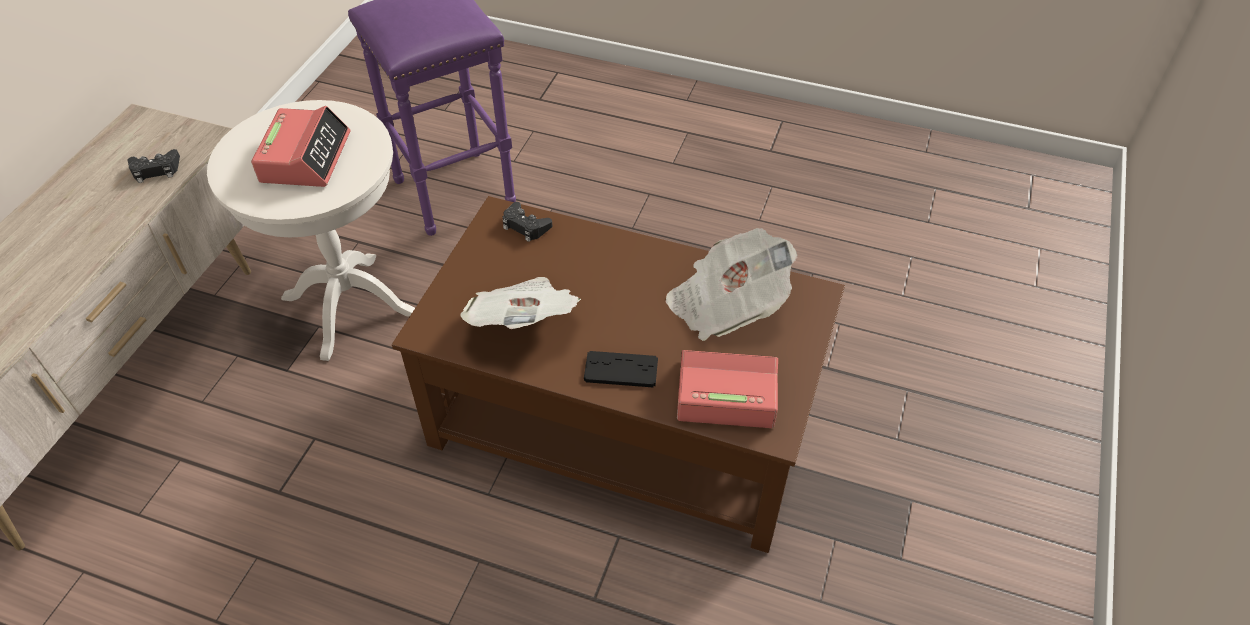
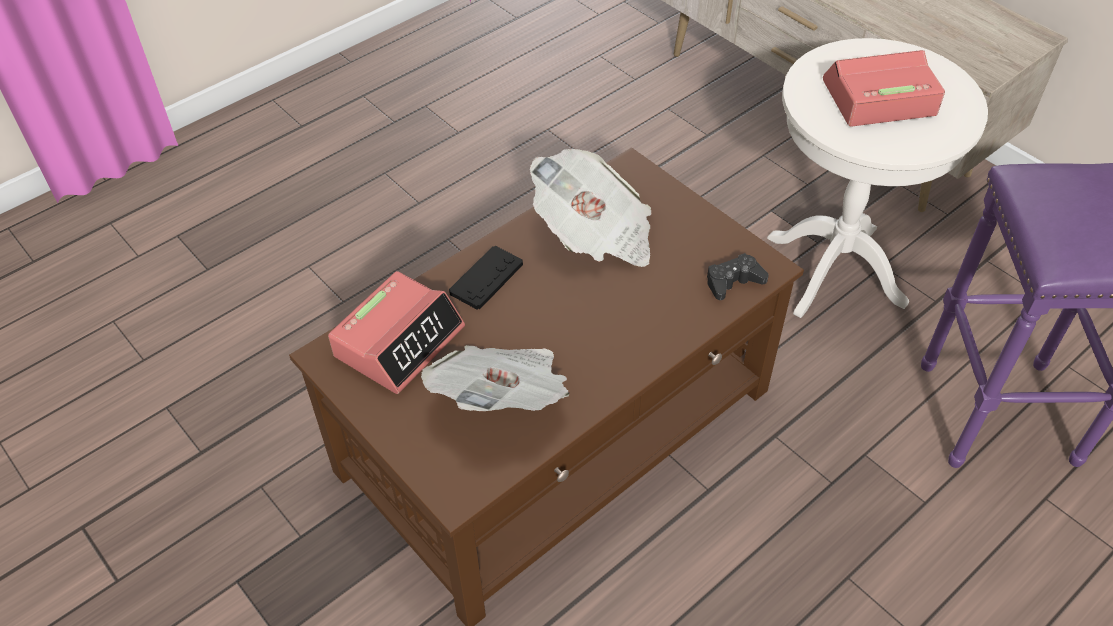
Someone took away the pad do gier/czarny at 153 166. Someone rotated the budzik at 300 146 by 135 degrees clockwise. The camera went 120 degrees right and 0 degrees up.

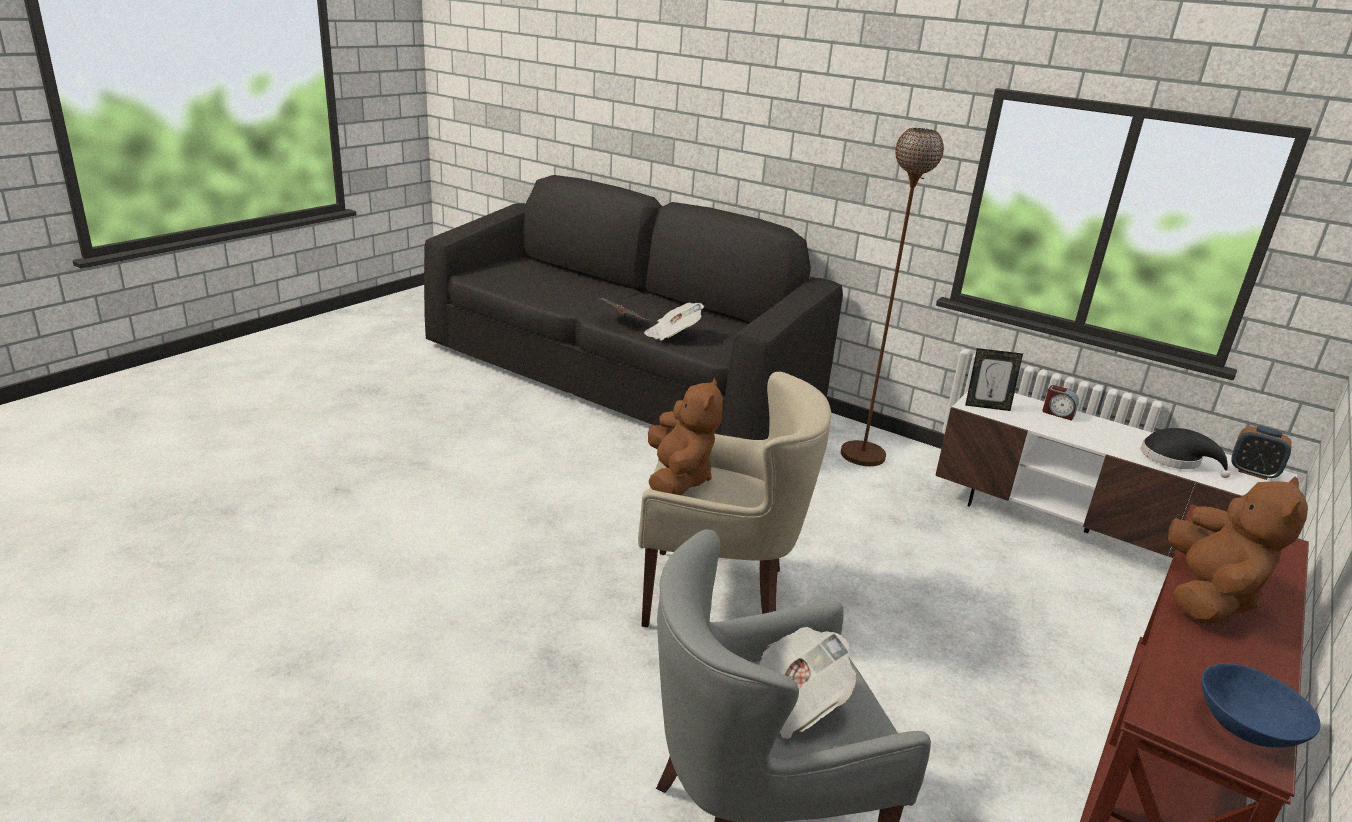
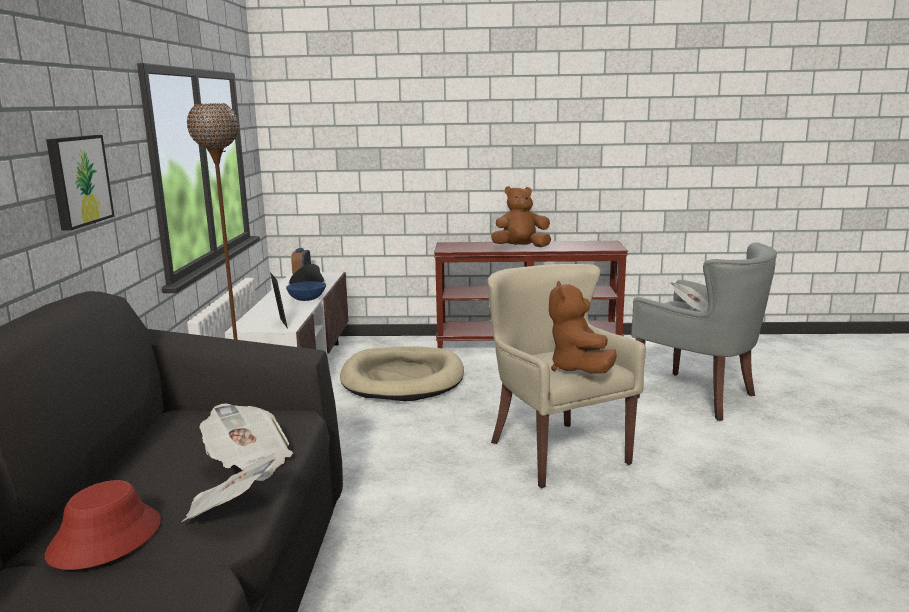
Someone took away the budzik at 1060 403. Someone put down the kapelusz/czerwony at 103 525. Someone put up the obraz at 80 183. Someone put down the legowisko/beżowy at 402 373. Someone carried the miska/niebieski from 1261 705 to 306 291. Someone rotated the pluszak/brązowy at 685 436 by 60 degrees counterclockwise. The camera went 120 degrees left and 10 degrees down.

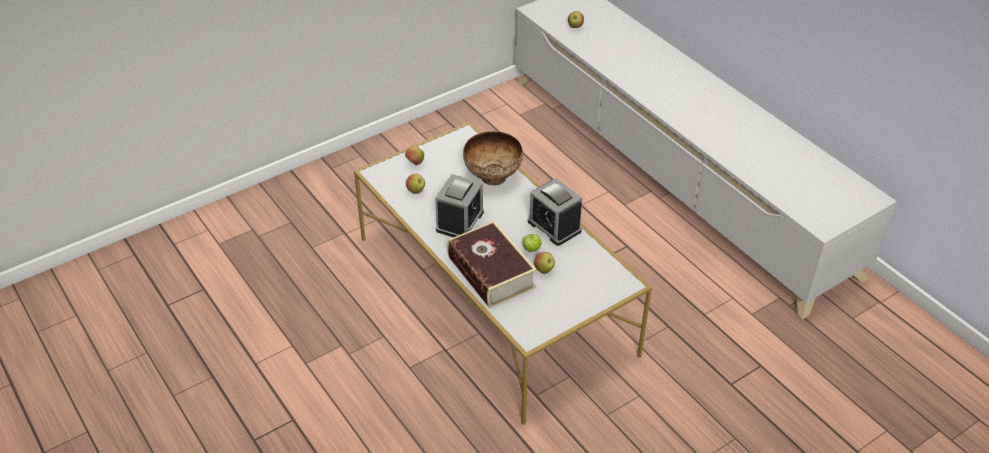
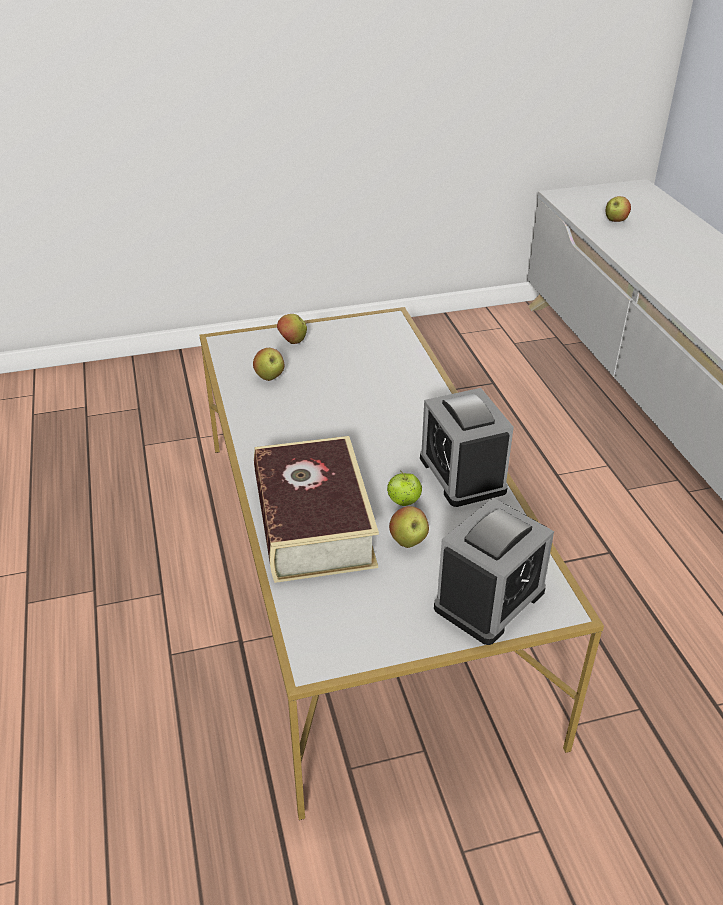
Someone took away the miska at 493 158. Someone carried the budzik from 459 205 to 494 571. The camera went 20 degrees right and 5 degrees down.

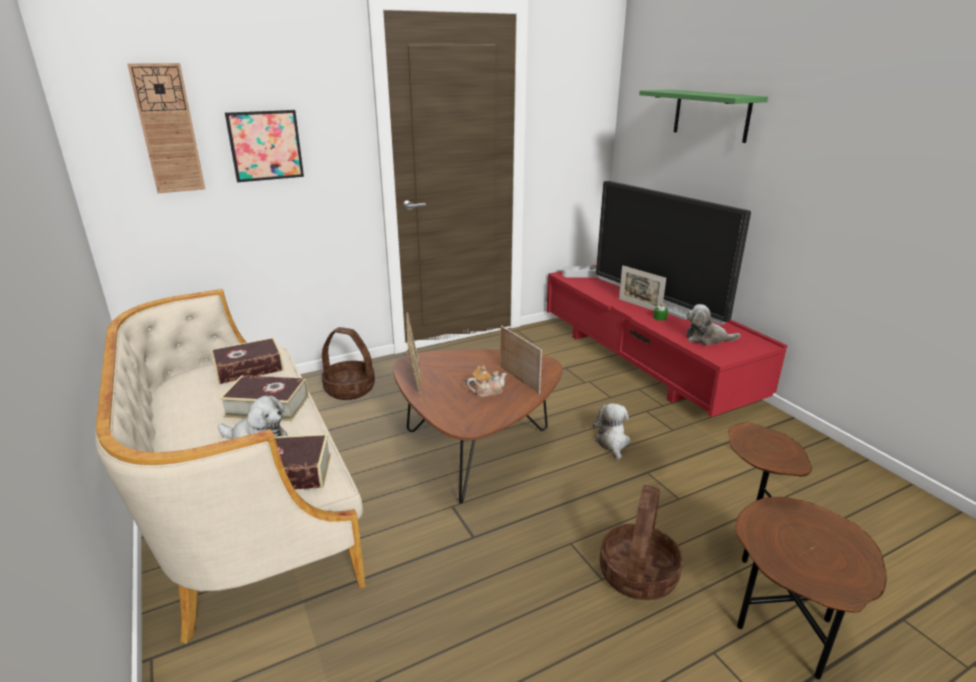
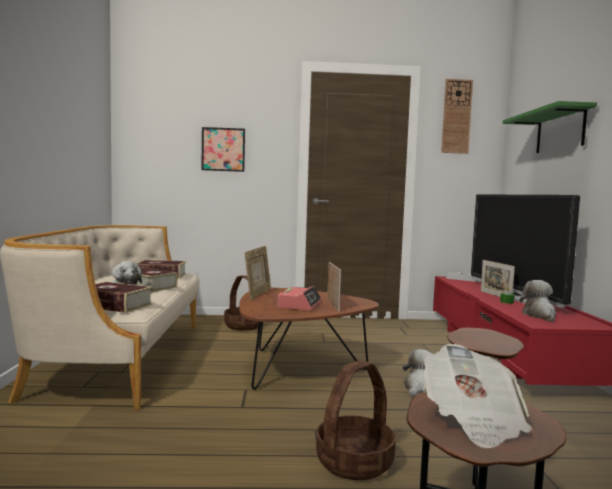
Someone put down the gazeta at 477 396. Someone carried the zegar ścienny from 166 128 to 457 116. Someone swapped the imbryk at 487 381 for the budzik at 300 298. Someone rotated the pluszak at 713 324 by 60 degrees clockwise. The camera went 25 degrees right and 20 degrees down.

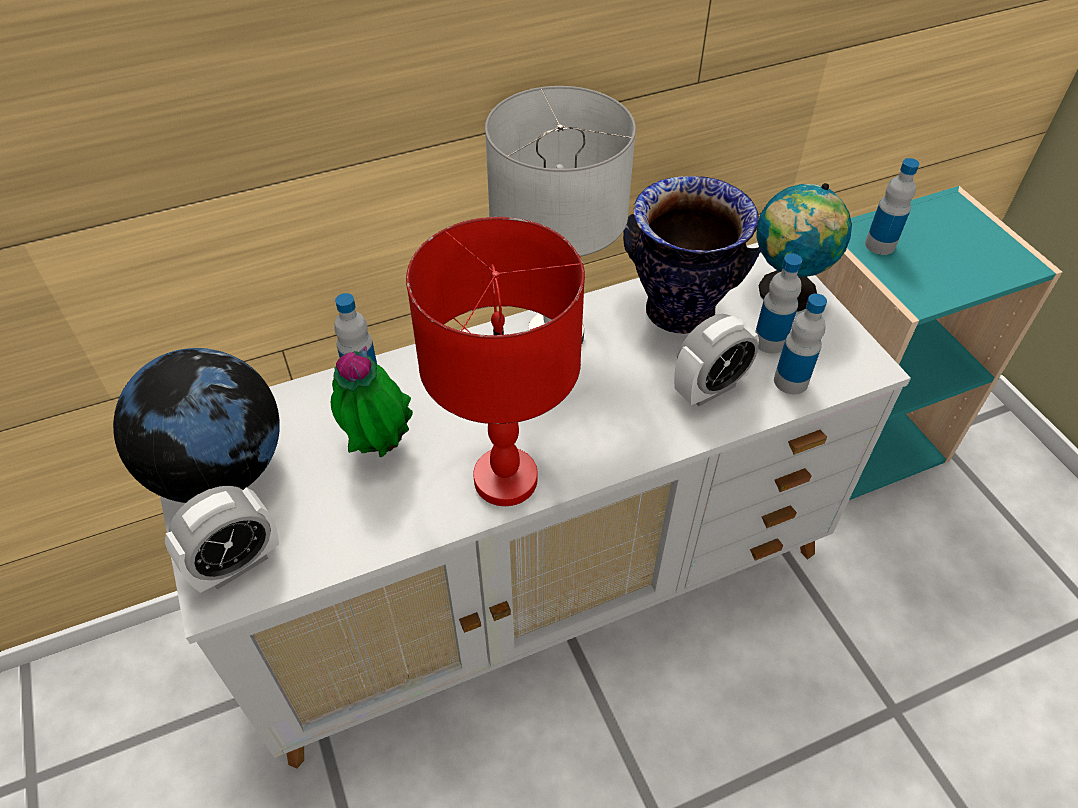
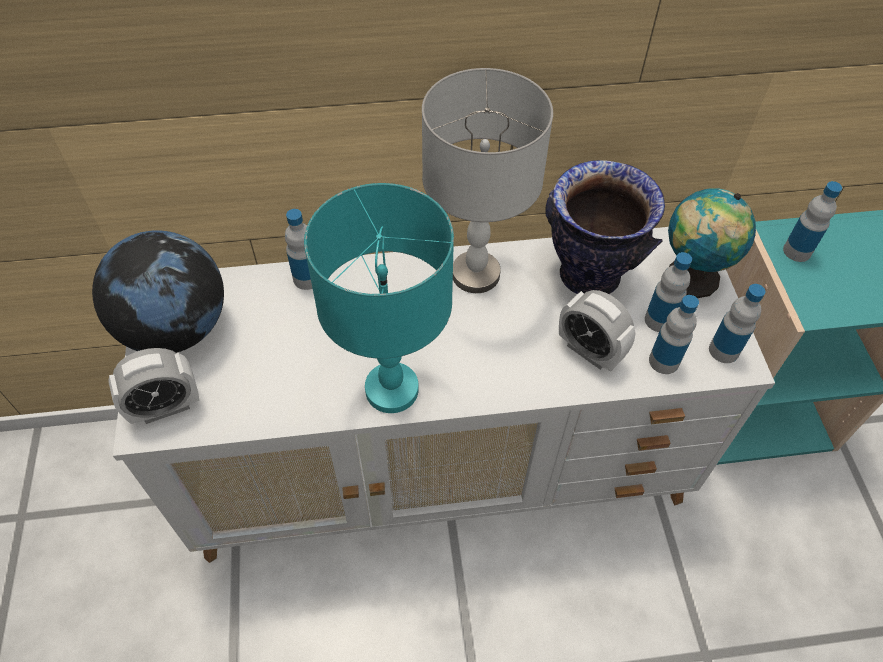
Someone took away the roślina doniczkowa at 372 401. Someone put down the butelka at 737 323. Someone repainted the lampa stołowa/czerwony at 495 361, which became the lampa stołowa/turkusowy at 379 298. Someone rotated the budzik at 716 360 by 60 degrees clockwise. The camera went 15 degrees right and 5 degrees up.

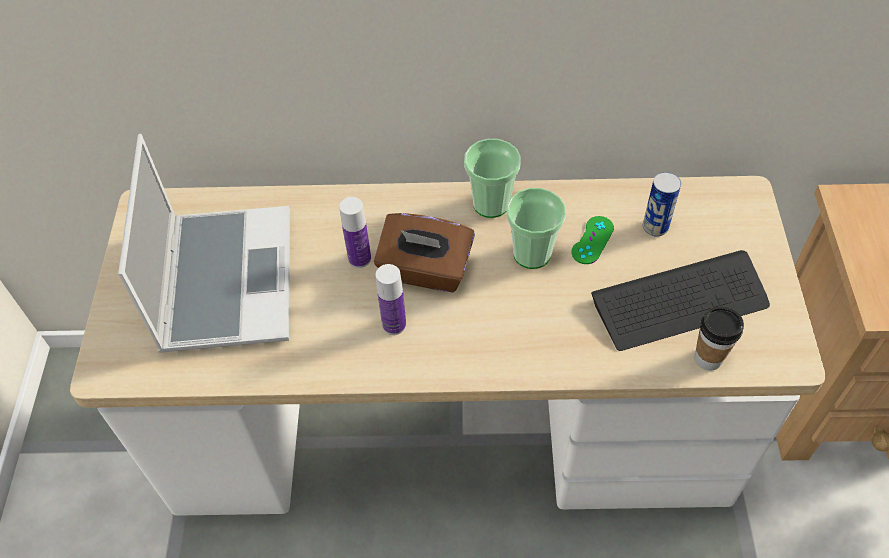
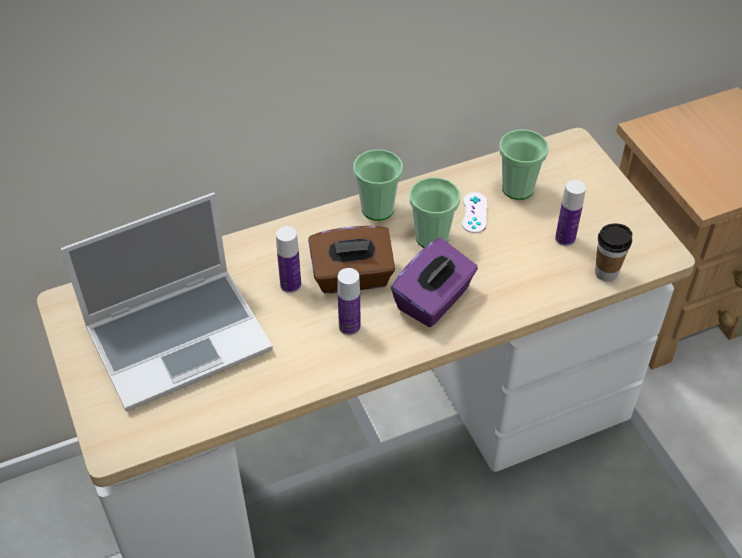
Someone put down the pudełko chusteczek/fioletowy at 434 282. Someone swapped the klawiatura at 680 300 for the butelka at 570 213. Someone swapped the puszka at 662 204 for the filiżanka at 524 165. Someone repainted the pad do gier/zielony at 592 240, which became the pad do gier/biały at 474 212. Someone rotated the laptop at 204 243 by 90 degrees clockwise. The camera went 25 degrees left and 5 degrees down.

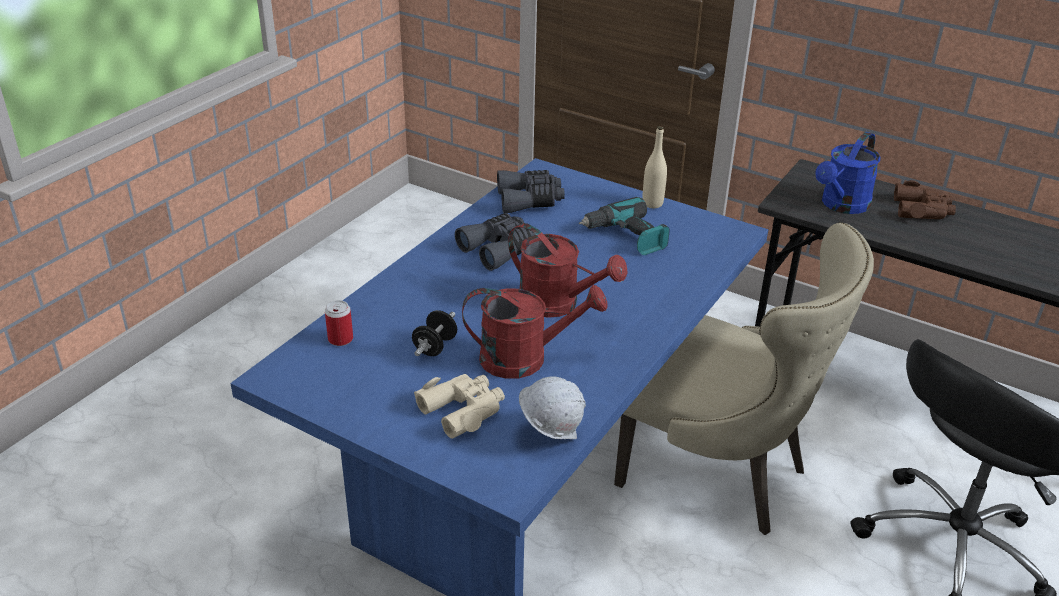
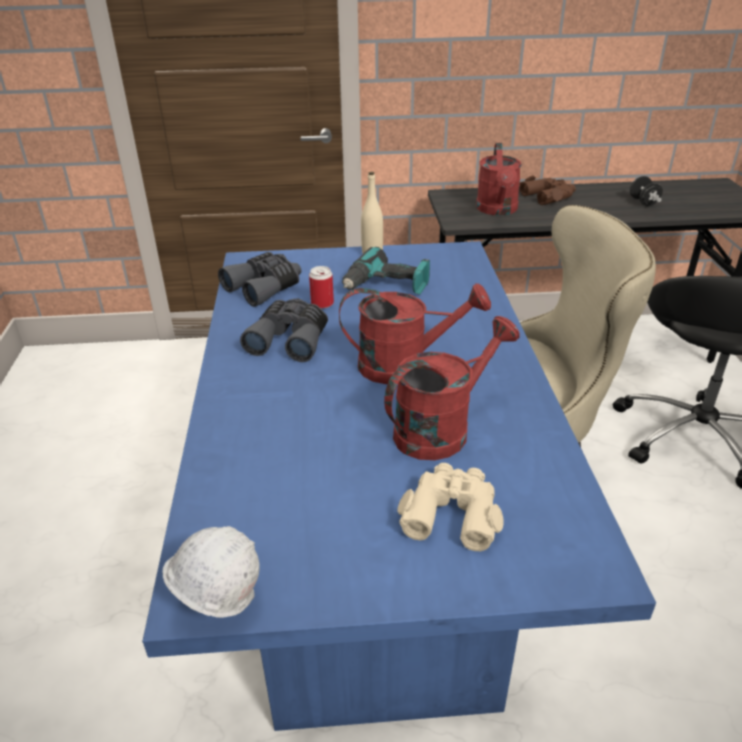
Someone carried the puszka from 339 323 to 321 287. Someone carried the hantel/czarny from 434 333 to 646 191. Someone carried the kask/biały from 552 407 to 211 572. Someone repainted the konewka/niebieski at 848 173, which became the konewka/czerwony at 499 179. The camera went 35 degrees left and 0 degrees up.

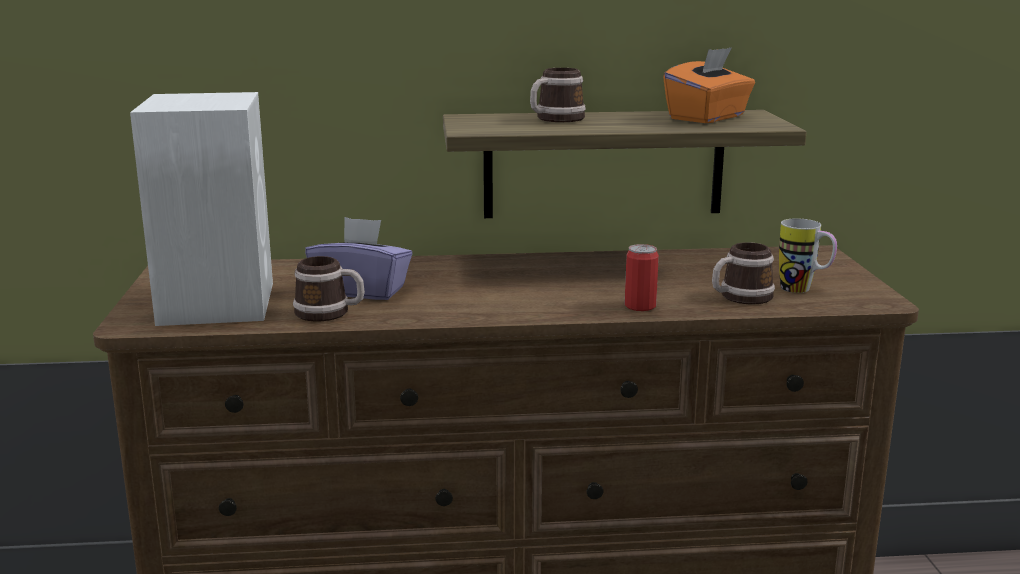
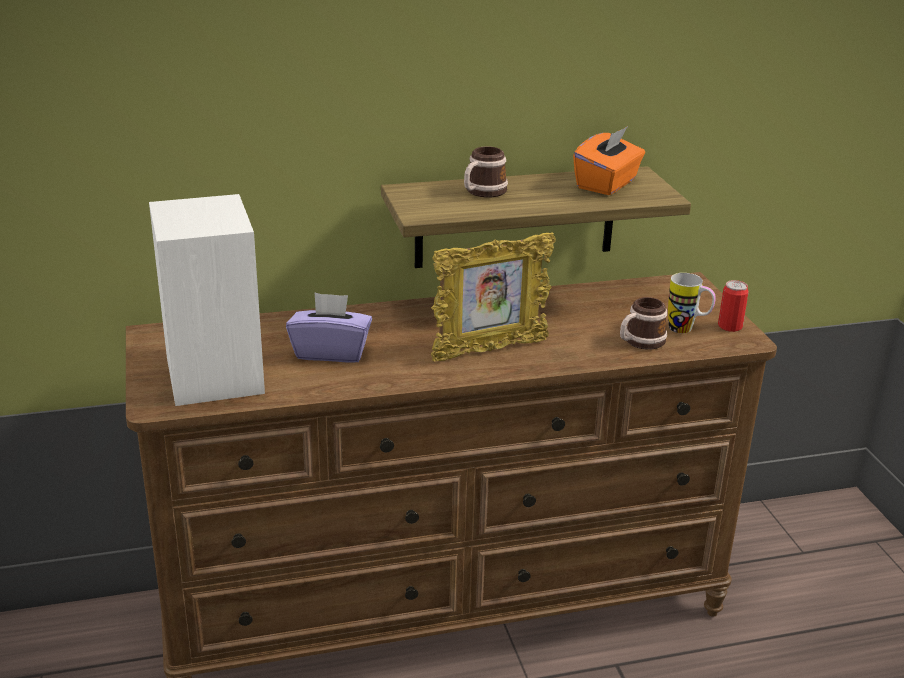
Someone took away the kubek at 329 289. Someone put down the ramka na zdjęcie at 493 296. Someone carried the puszka from 642 277 to 733 306. The camera went 10 degrees left and 10 degrees up.

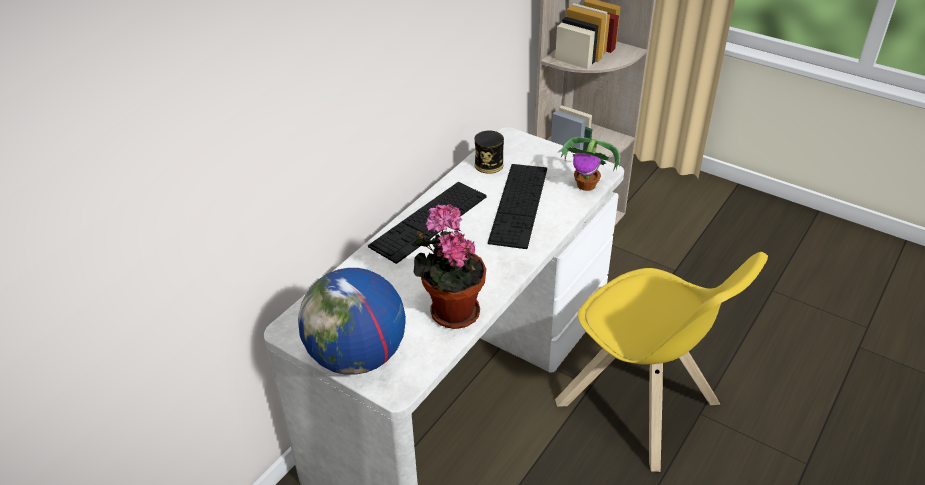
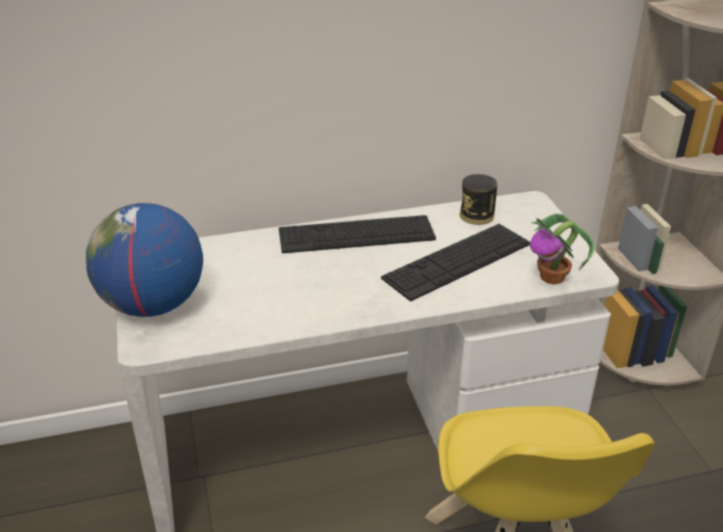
Someone took away the roślina doniczkowa at 449 266. The camera went 40 degrees right and 5 degrees down.

